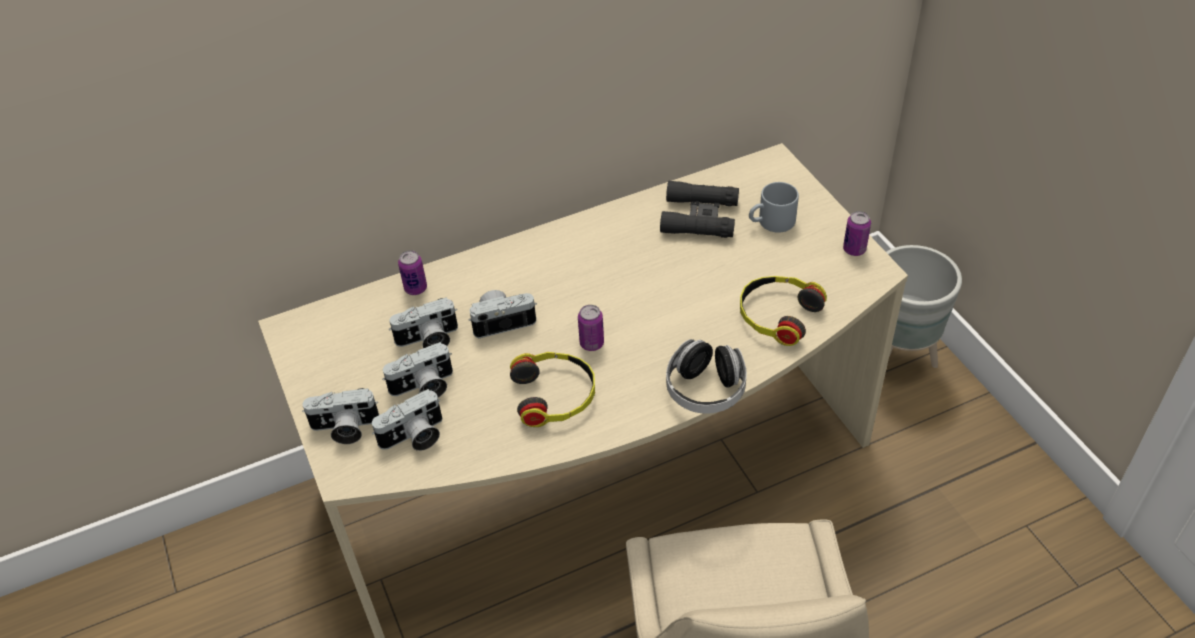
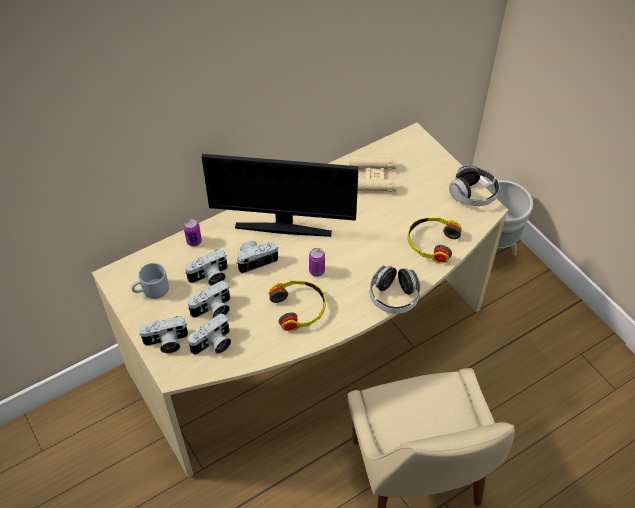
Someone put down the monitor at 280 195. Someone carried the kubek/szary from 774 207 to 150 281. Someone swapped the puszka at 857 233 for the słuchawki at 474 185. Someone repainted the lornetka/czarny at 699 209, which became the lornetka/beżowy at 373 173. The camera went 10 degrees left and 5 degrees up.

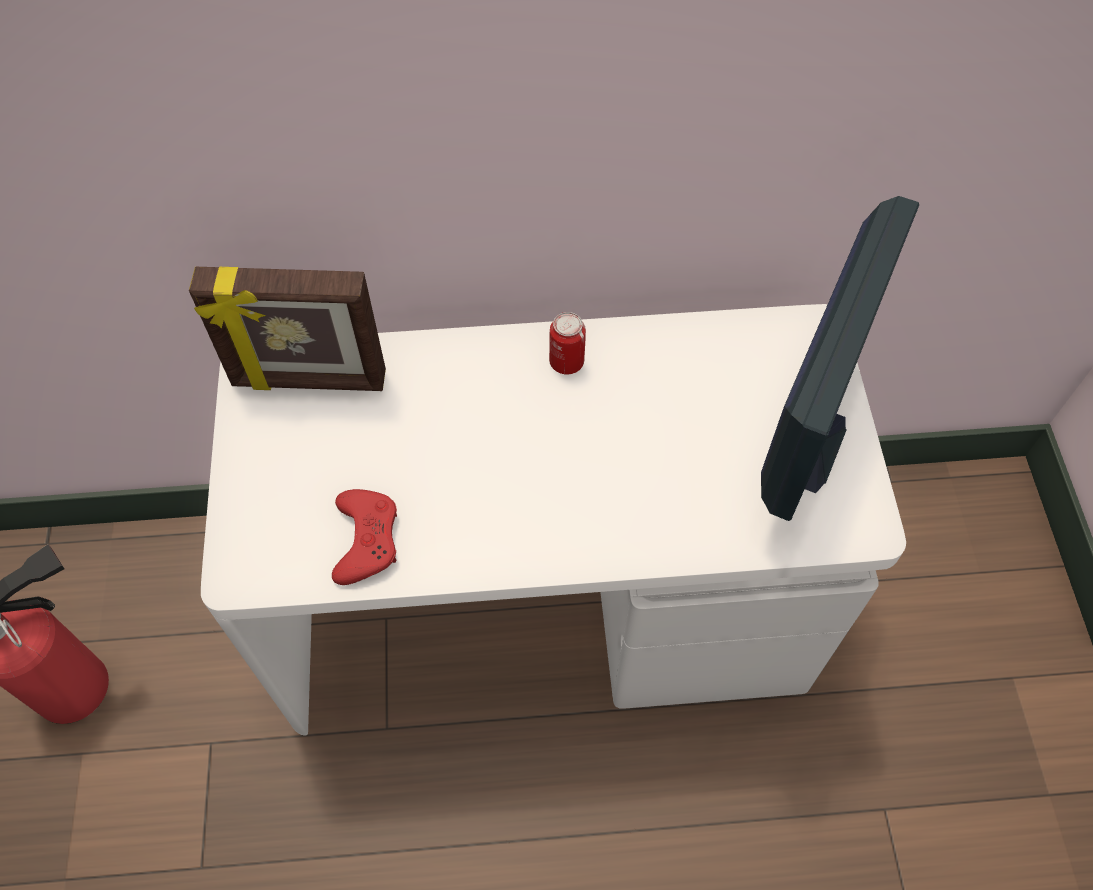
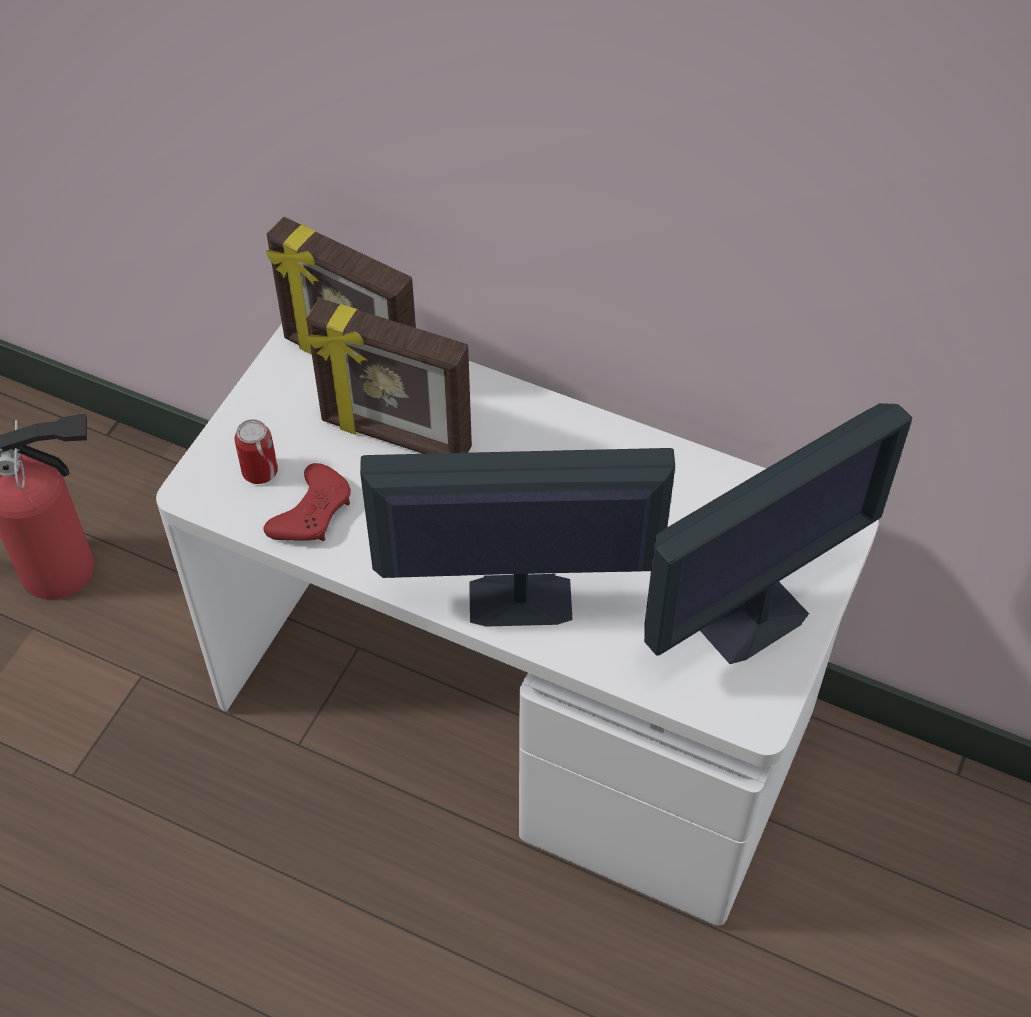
Someone put down the ramka na zdjęcie at 389 376. Someone put down the monitor at 517 537. Someone carried the puszka from 567 343 to 256 451. The camera went 30 degrees right and 5 degrees down.

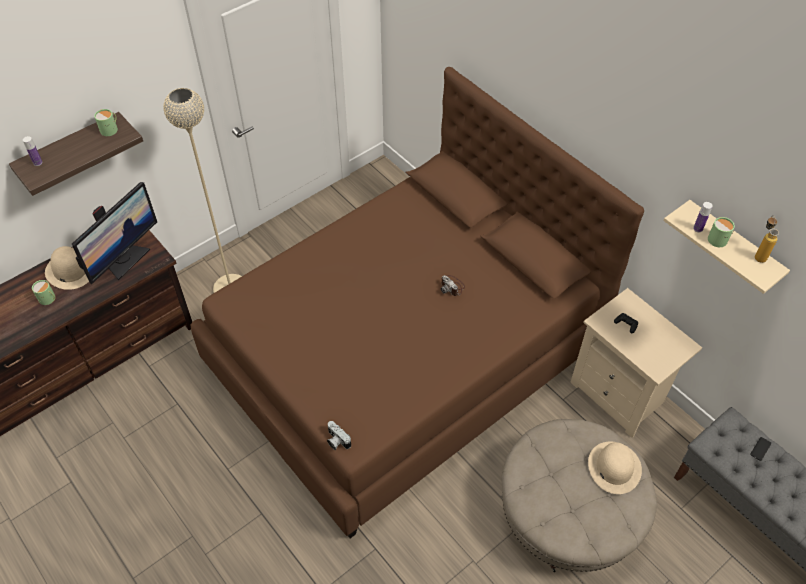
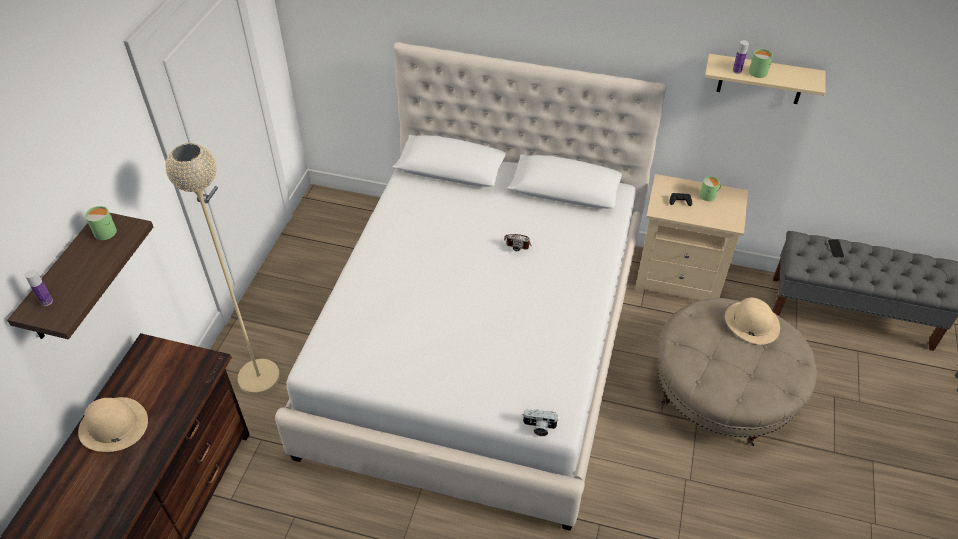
Someone took away the monitor at 114 233. Someone took away the butelka at 767 239. Someone carried the kubek/zielony from 44 292 to 710 188. Someone repainted the łóżko/brązowy at 417 303, which became the łóżko/biały at 470 286. The camera went 35 degrees left and 5 degrees down.

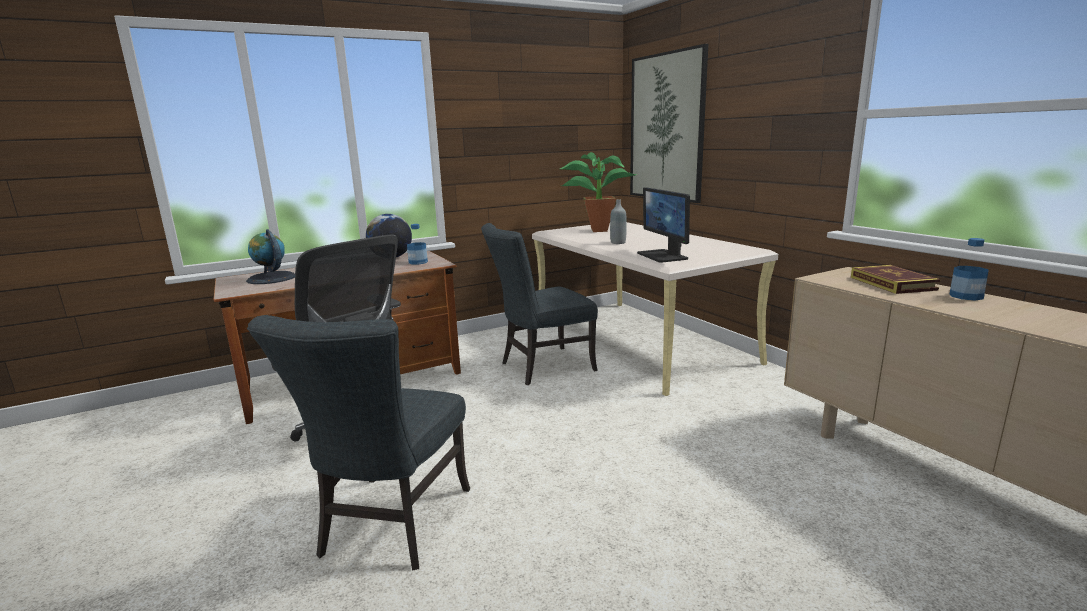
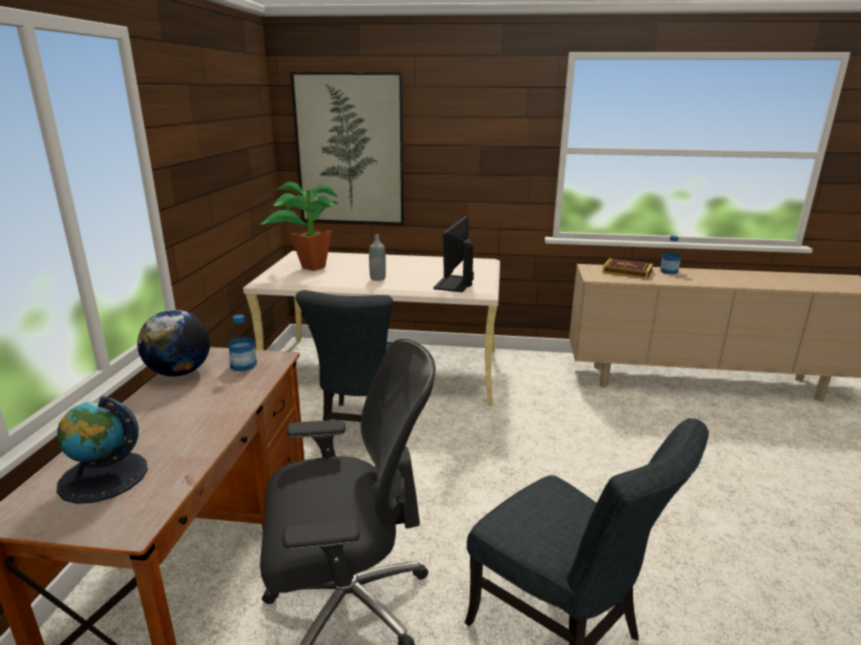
Someone rotated the monitor at 663 225 by 90 degrees clockwise. The camera went 55 degrees left and 5 degrees up.

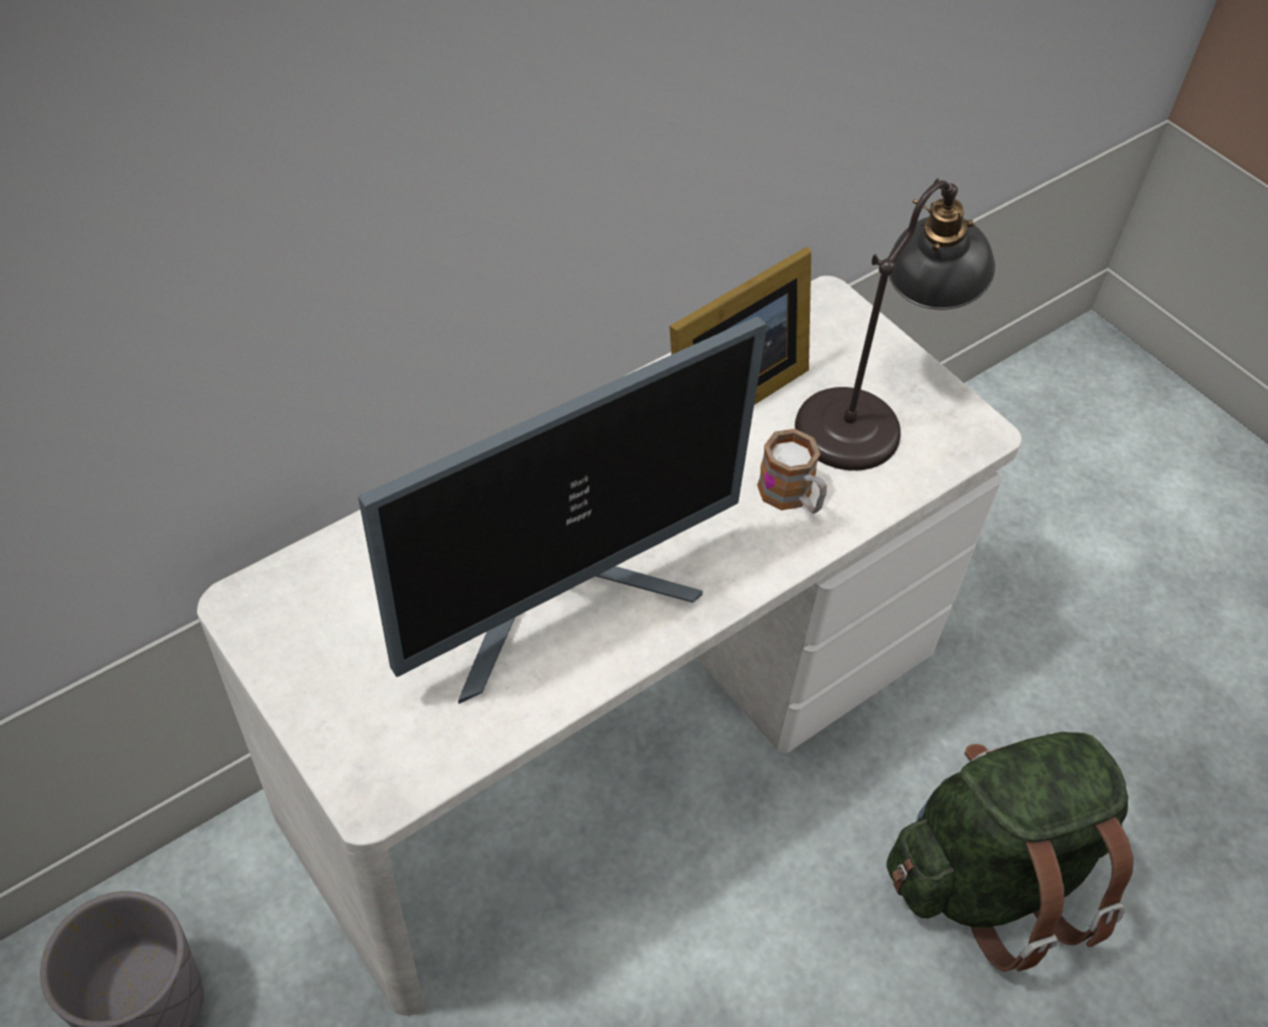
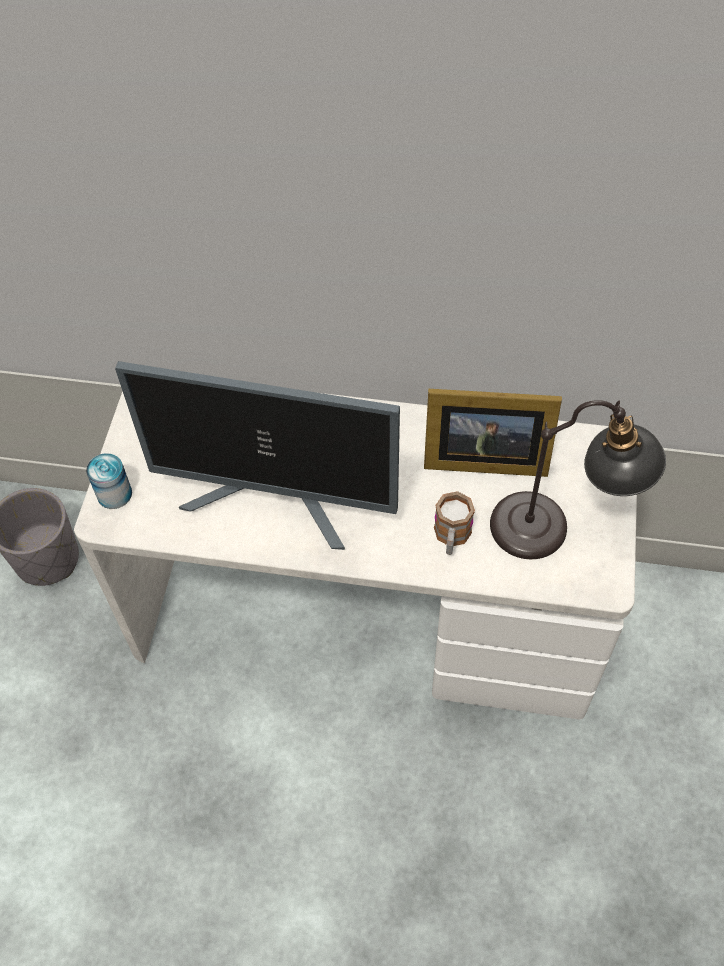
Someone took away the plecak/zielony at 1010 852. Someone put down the puszka at 109 481. The camera went 50 degrees right and 5 degrees up.

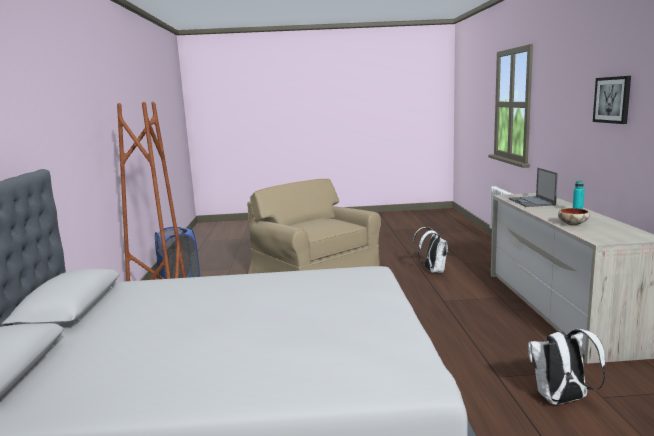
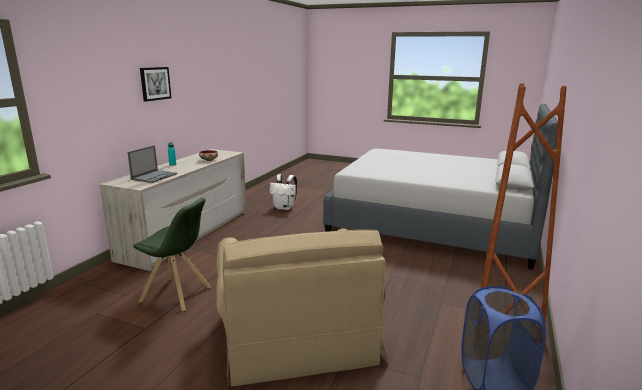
Someone swapped the plecak/biały at 430 250 for the krzesło/zielony at 172 254. The camera went 155 degrees left and 5 degrees up.

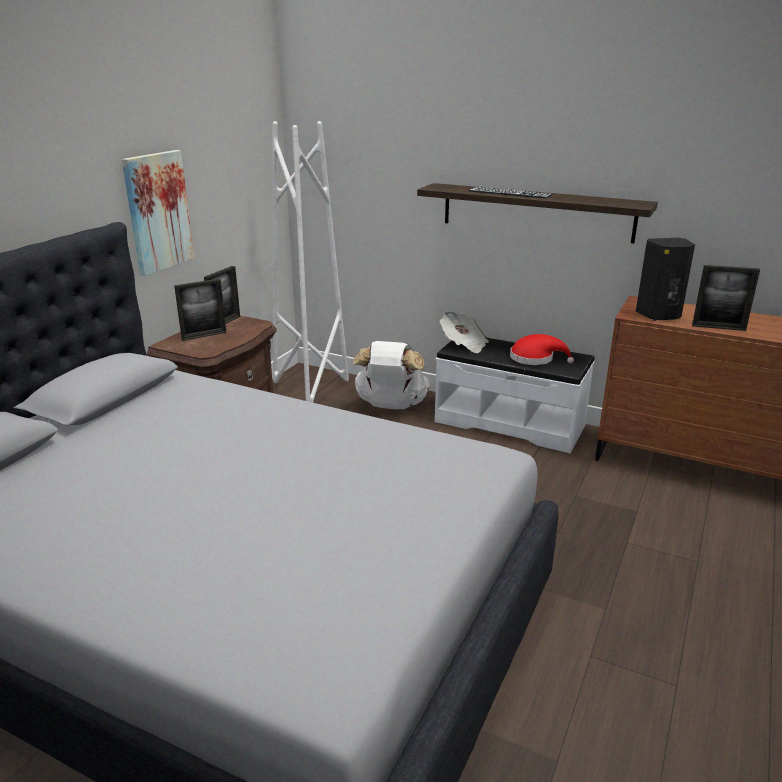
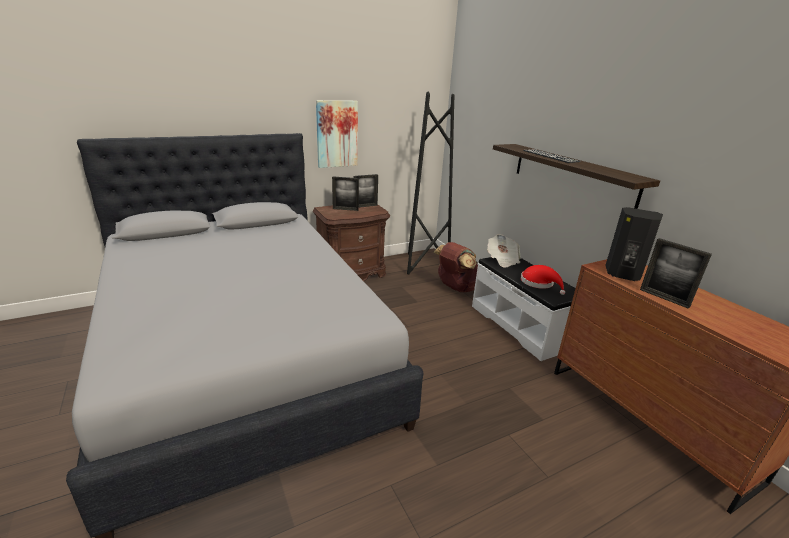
Someone repainted the wieszak/biały at 311 262, which became the wieszak/czarny at 430 183. Someone repainted the plecak/biały at 391 375, which became the plecak/brązowy at 455 267. The camera went 35 degrees right and 0 degrees up.

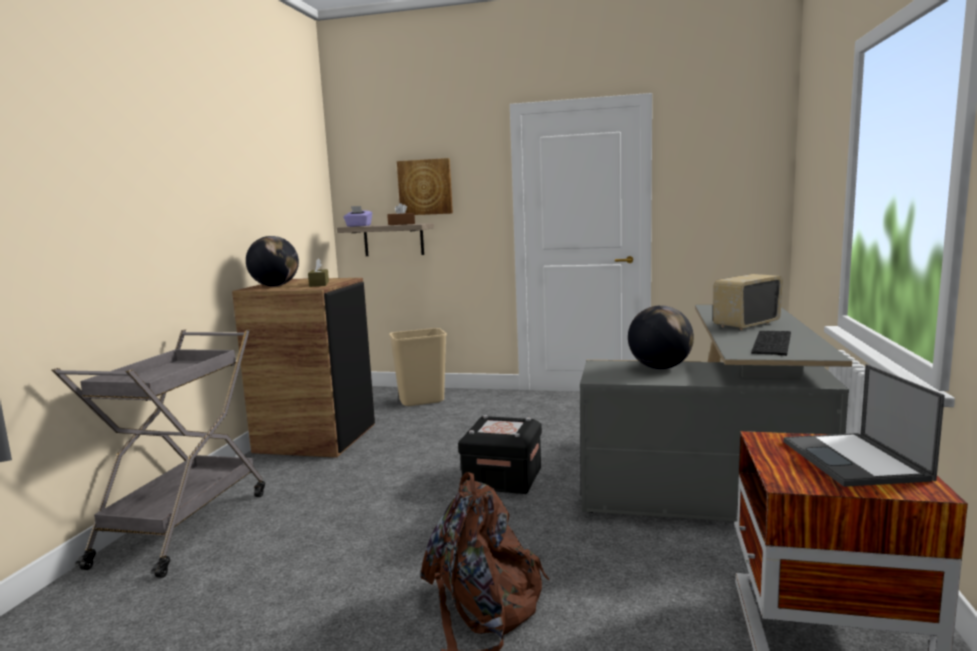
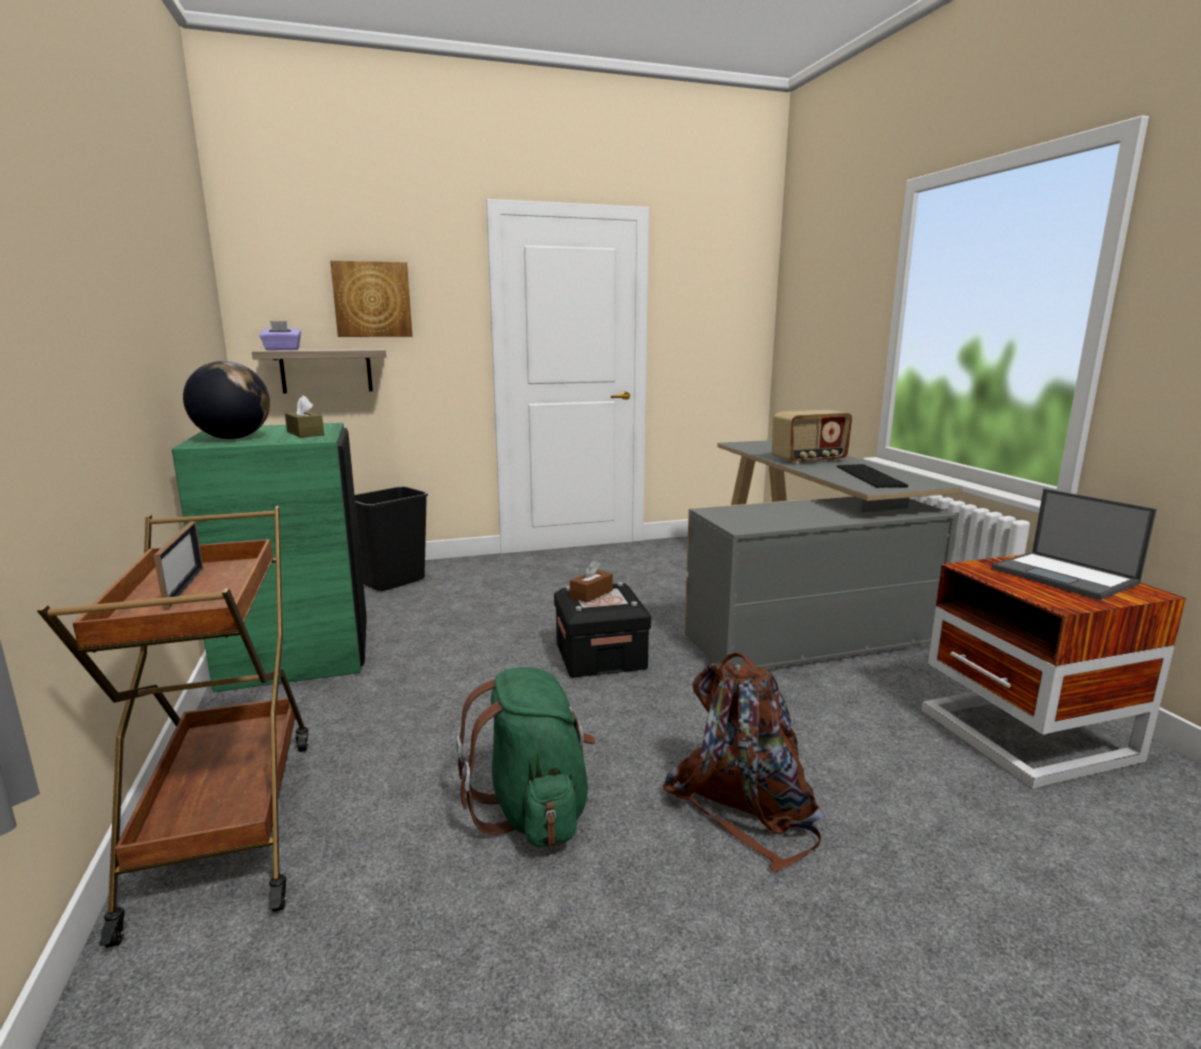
Someone took away the globus at 661 337. Someone put down the ramka na zdjęcie at 178 566. Someone put down the plecak/zielony at 525 757. Someone carried the pudełko chusteczek/brązowy from 401 214 to 591 582. Someone repainted the wózek/szary at 158 453, which became the wózek/brązowy at 173 727. Someone repainted the szafka/brązowy at 303 368, which became the szafka/zielony at 269 557. Someone repainted the kosz na śmieci/beżowy at 418 367, which became the kosz na śmieci/czarny at 391 539. Someone rotated the radio at 748 302 by 135 degrees counterclockwise. The camera went 30 degrees left and 5 degrees up.

